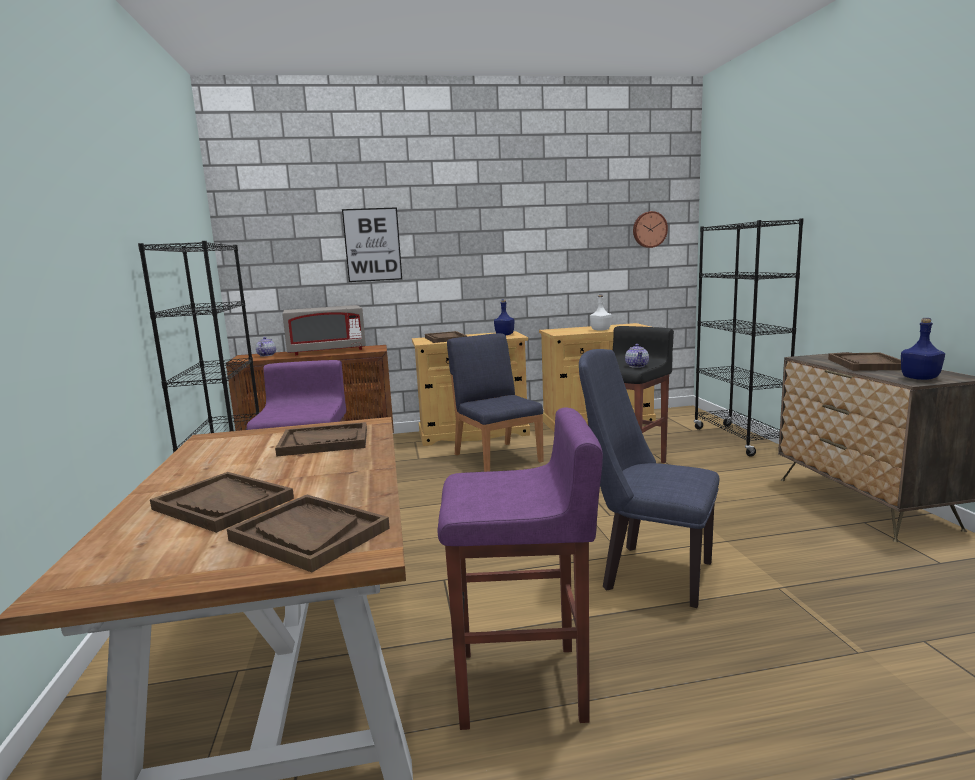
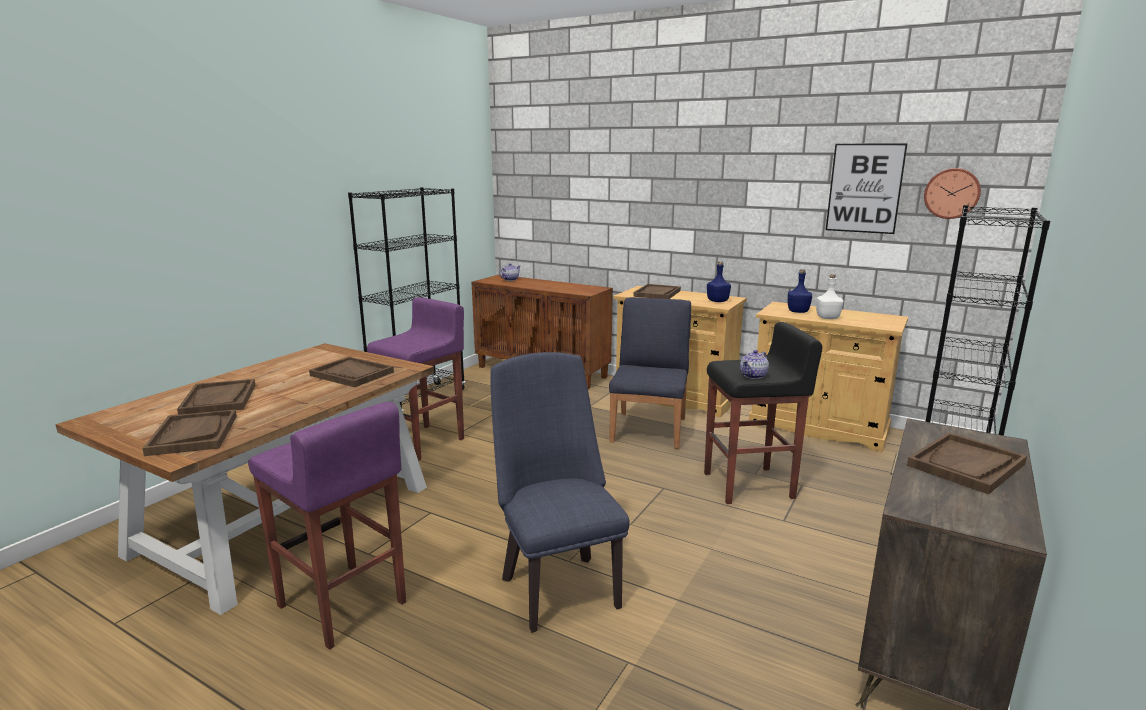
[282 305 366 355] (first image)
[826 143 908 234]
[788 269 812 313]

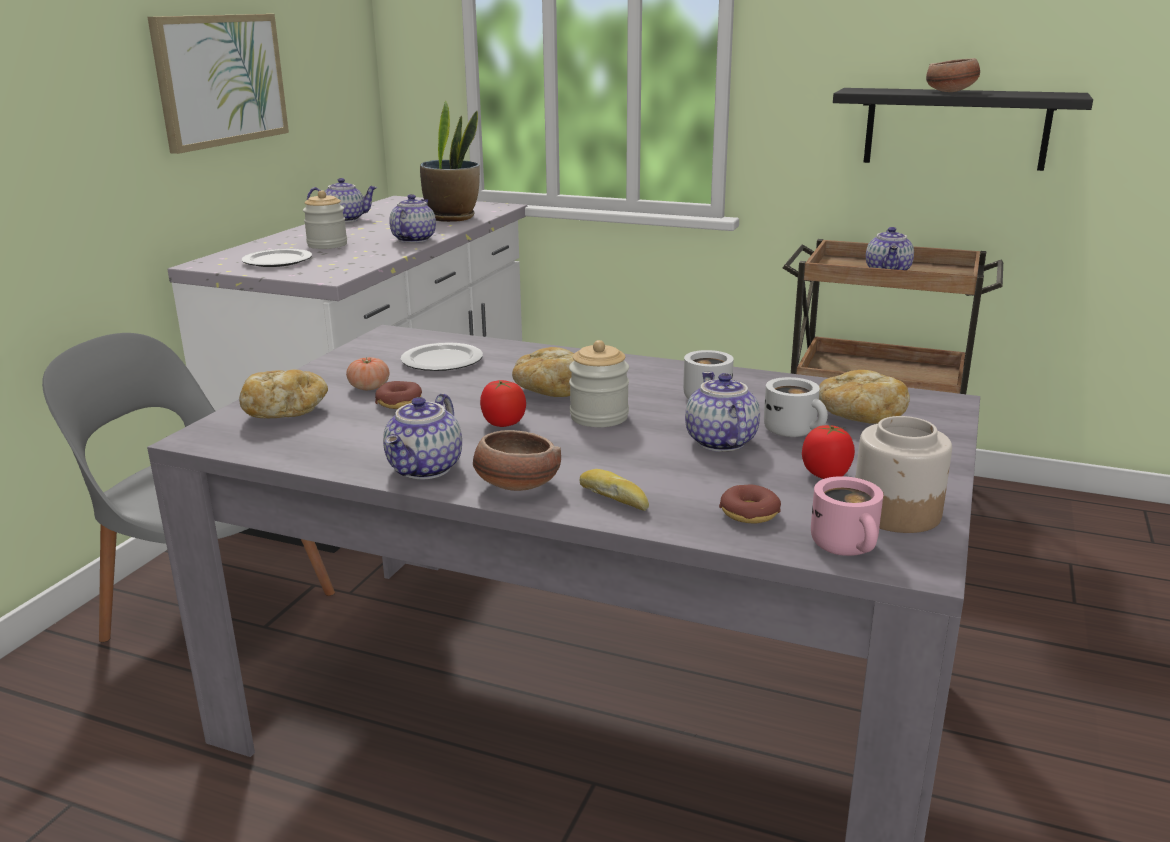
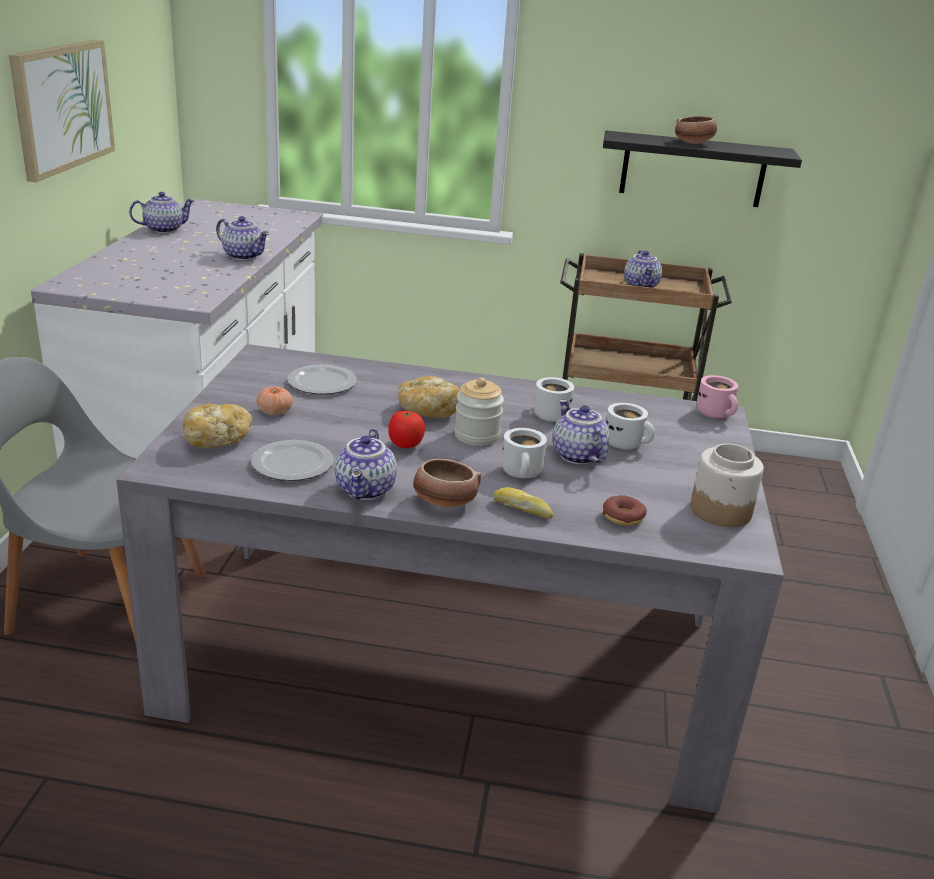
[303 190 347 249] (first image)
[375 381 422 409] (first image)
[420 101 480 222] (first image)
[802 425 855 479] (first image)
[819 370 910 424] (first image)
[502 428 547 478]
[251 440 334 481]
[696 375 738 418]
[216 216 269 260]

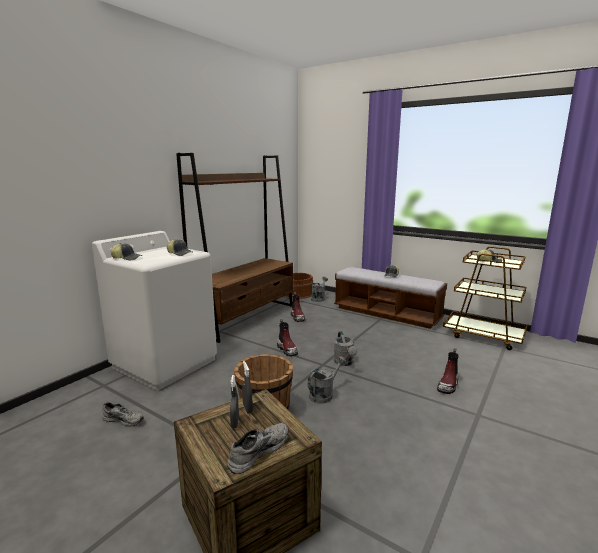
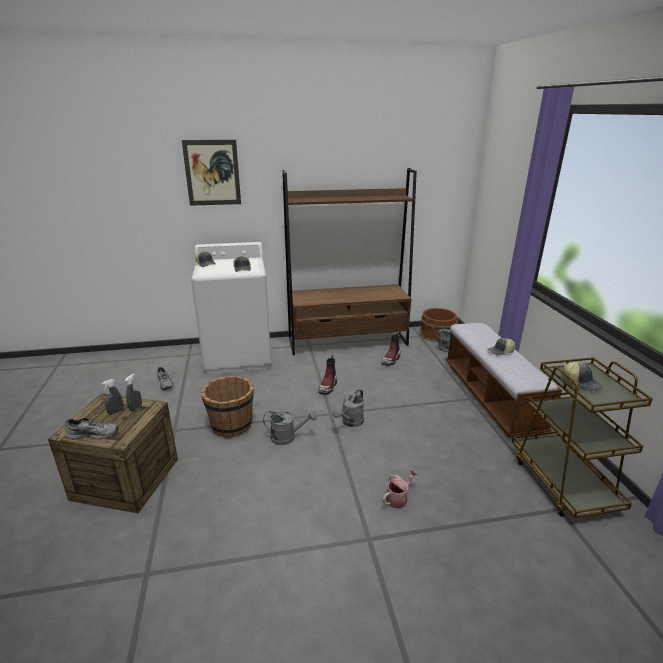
[182 140 241 206]
[383 469 418 509]

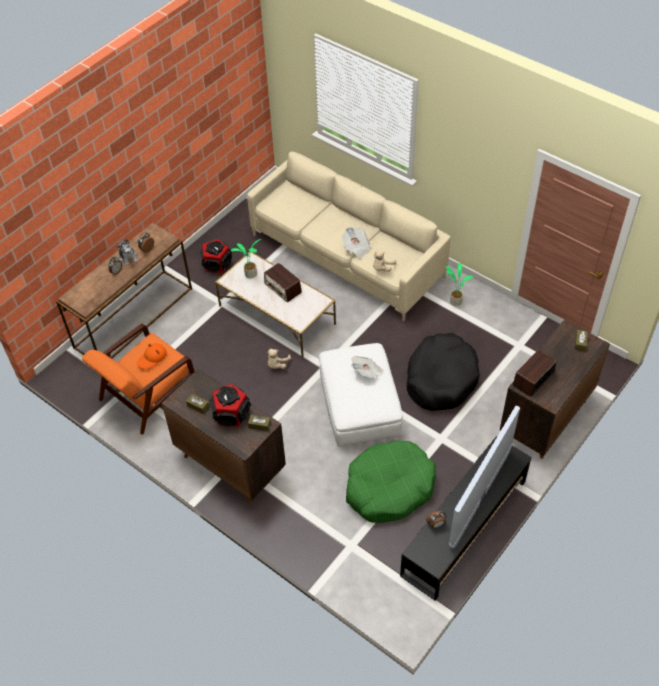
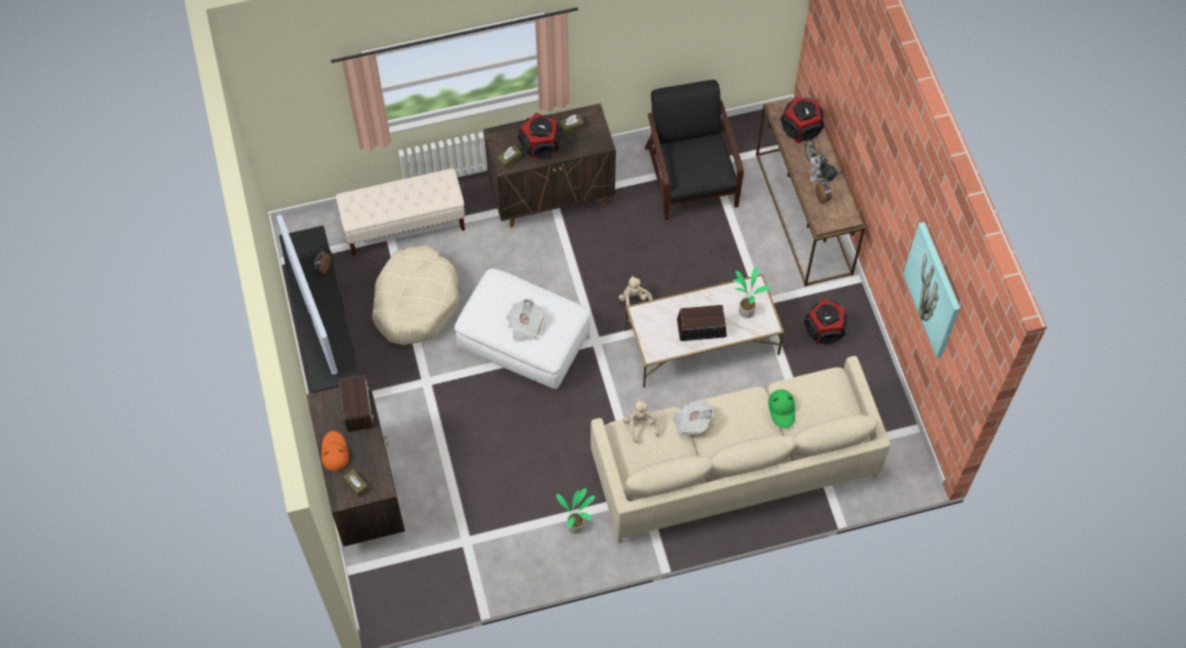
[407 333 480 411] (first image)
[336 168 465 256]
[768 390 795 428]
[780 96 824 143]
[903 222 960 358]
[321 431 349 471]
[645 80 744 220]
[372 245 460 345]

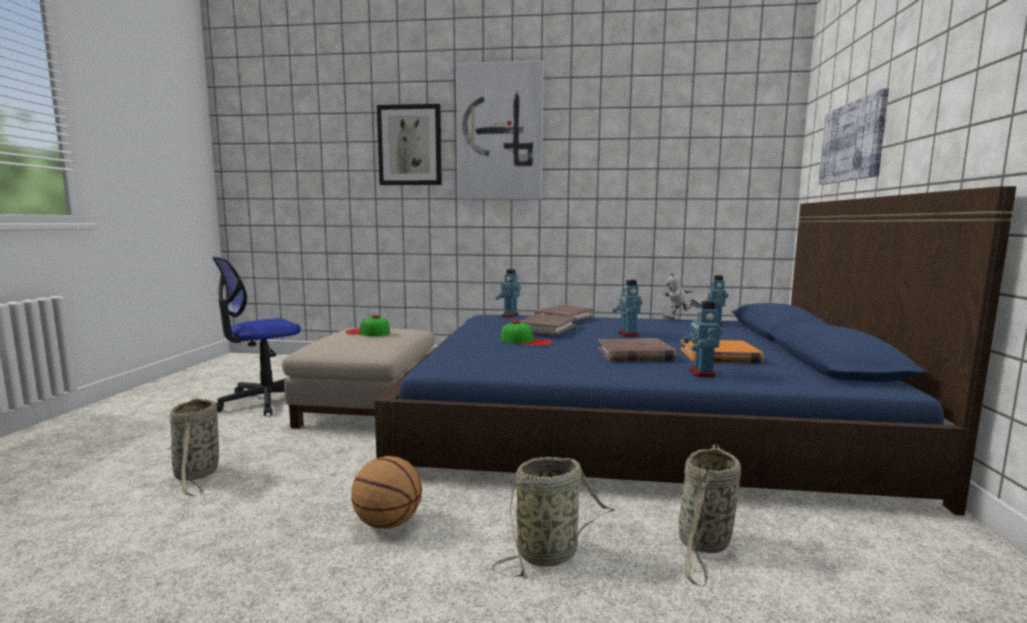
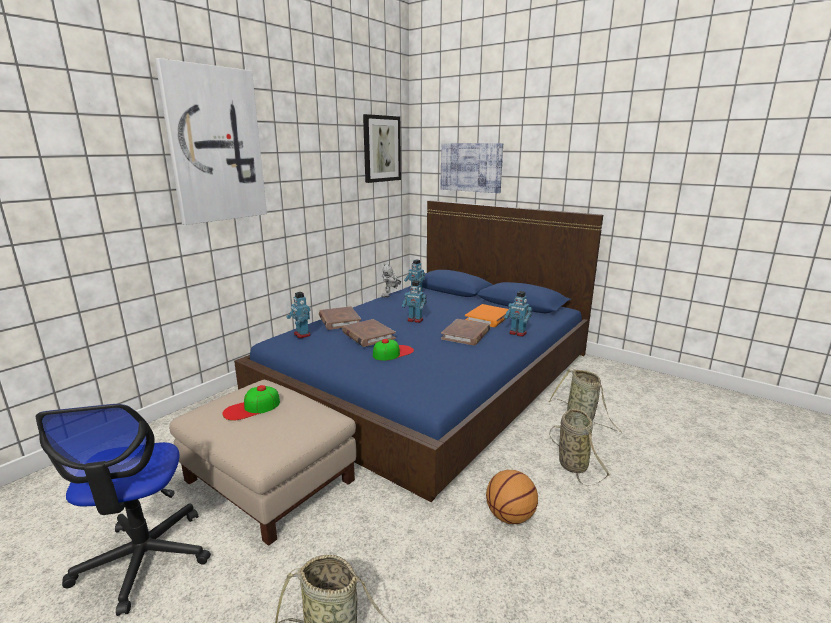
[363 114 401 183]

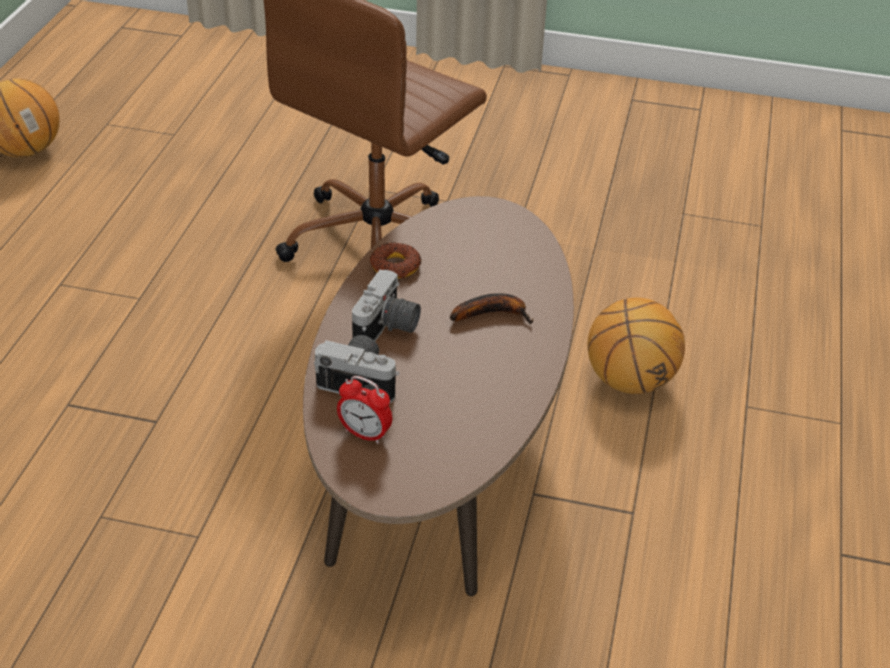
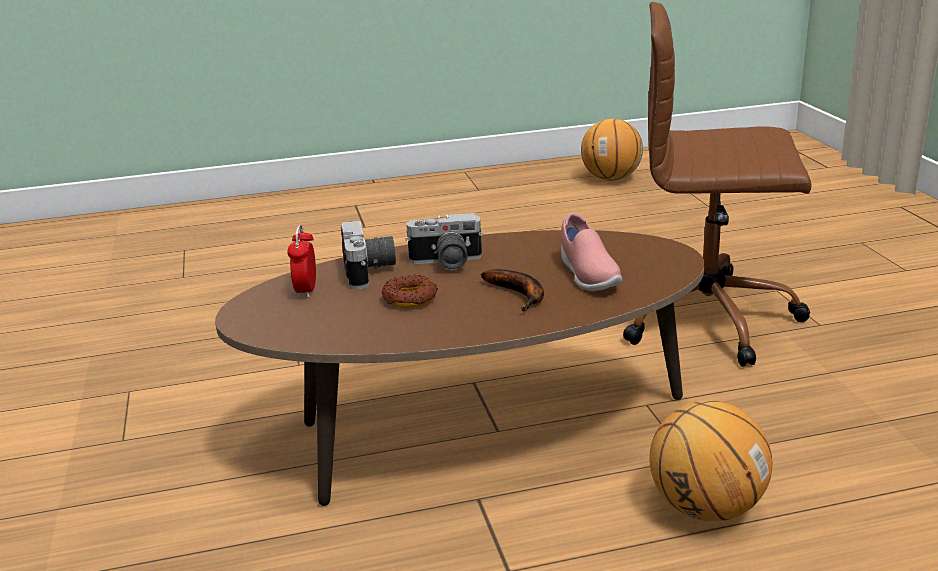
[561 213 622 291]
[381 275 438 308]

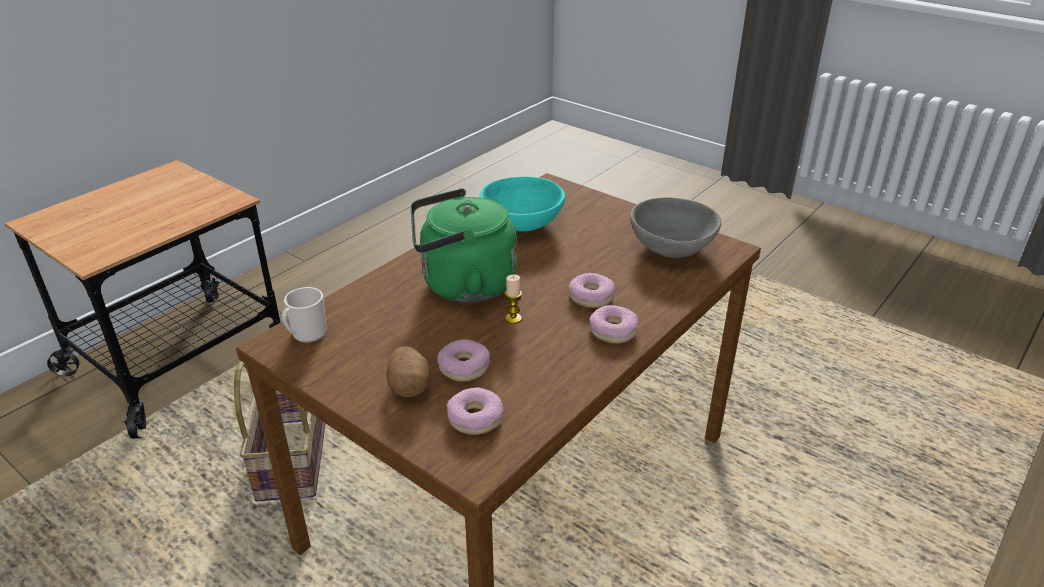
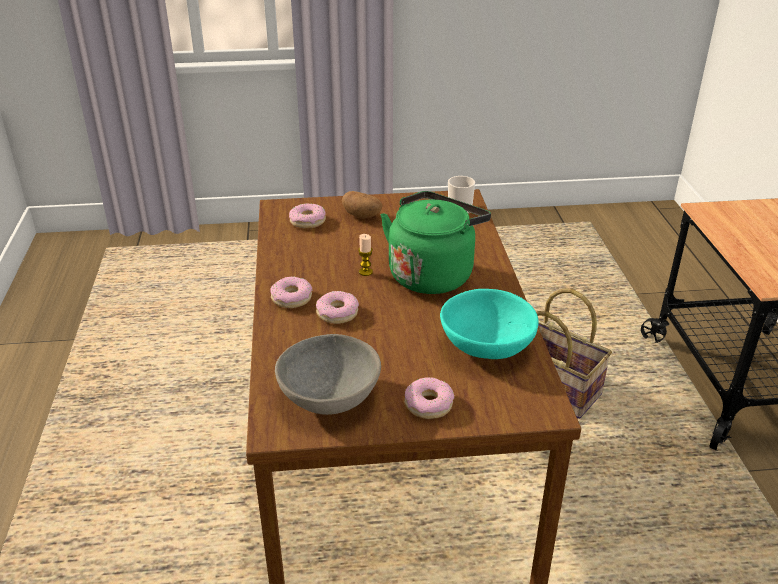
[404 377 454 419]

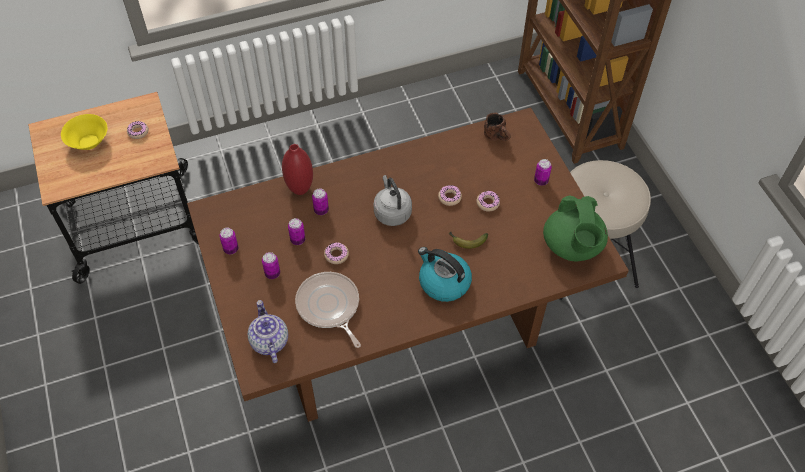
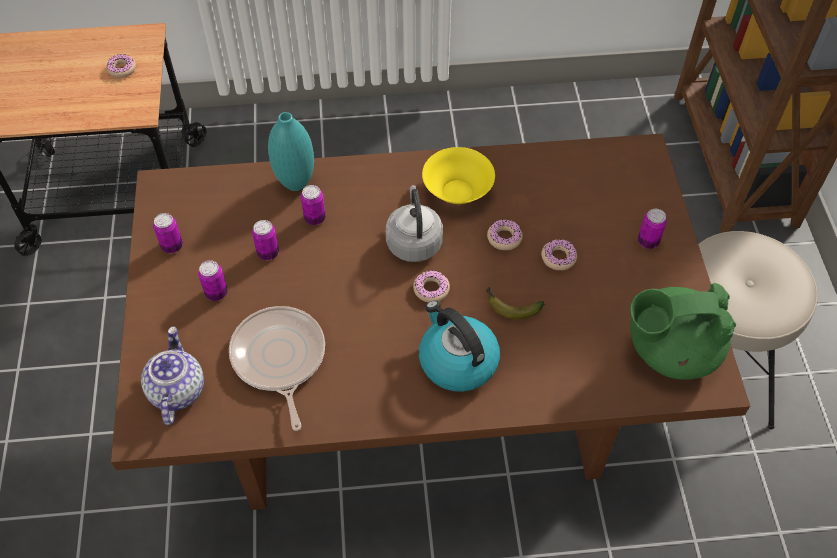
[484 112 511 141] (first image)
[422 147 495 204]
[413 271 450 303]
[268 112 314 191]
[630 283 736 380]

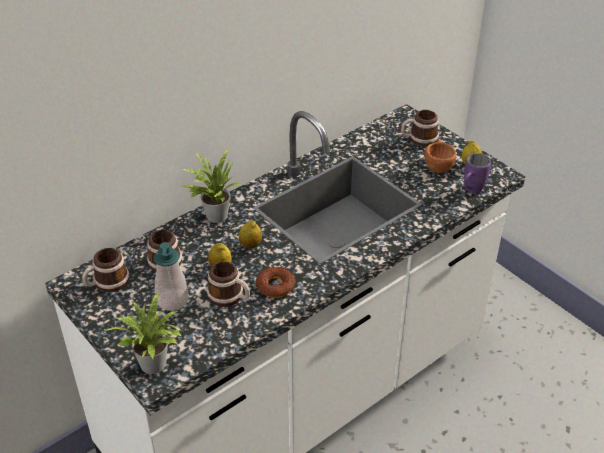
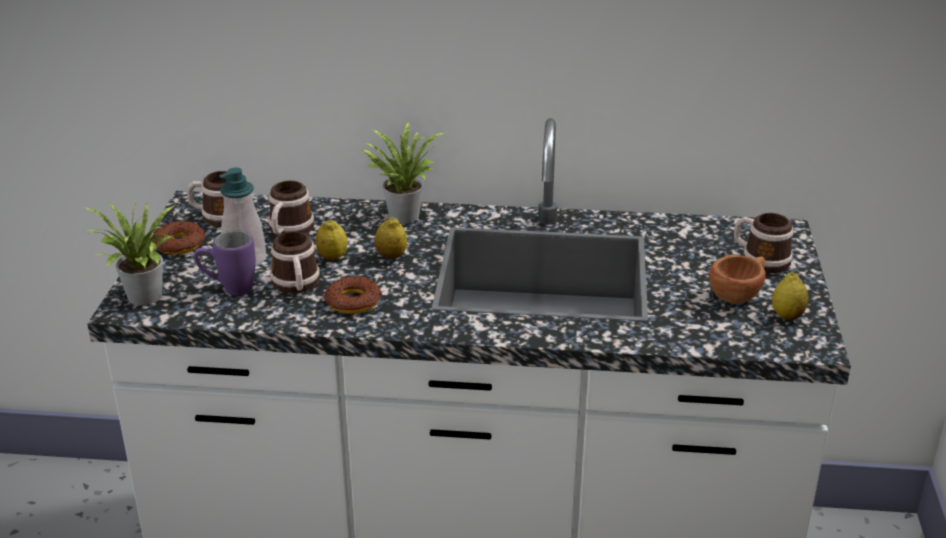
[152 221 205 255]
[194 230 256 295]

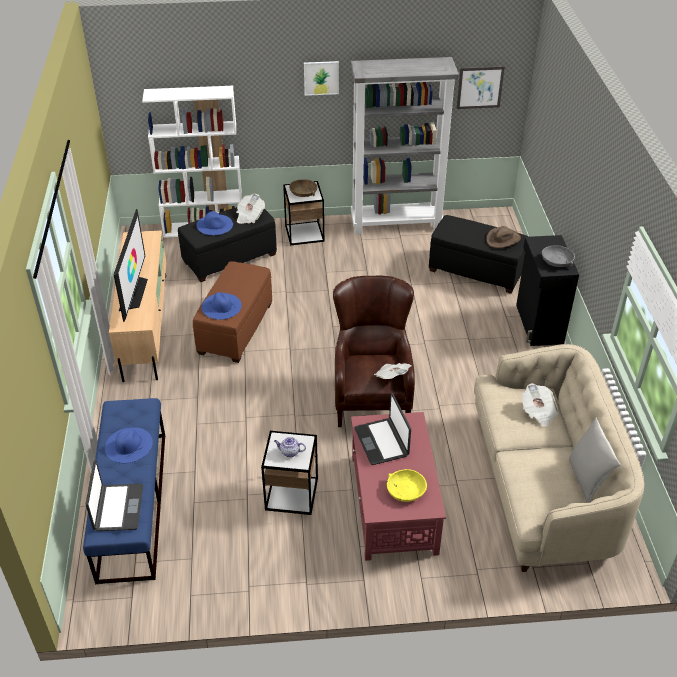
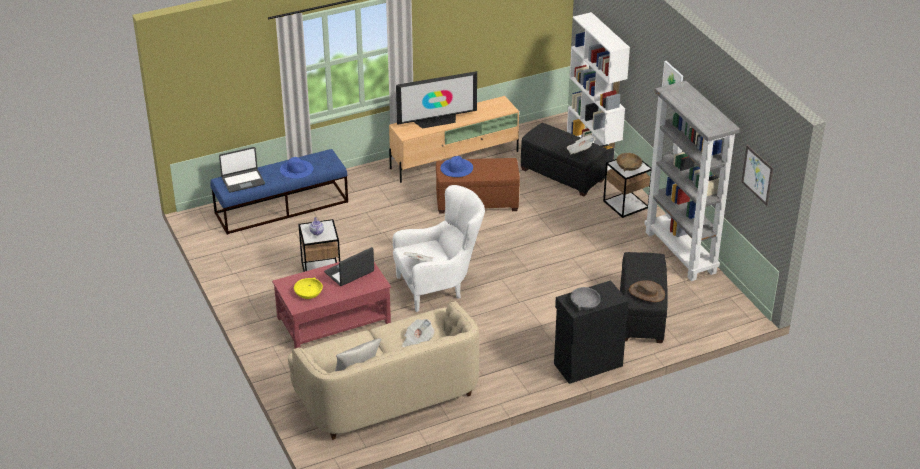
[196 211 233 235] (first image)
[393 185 485 312]

